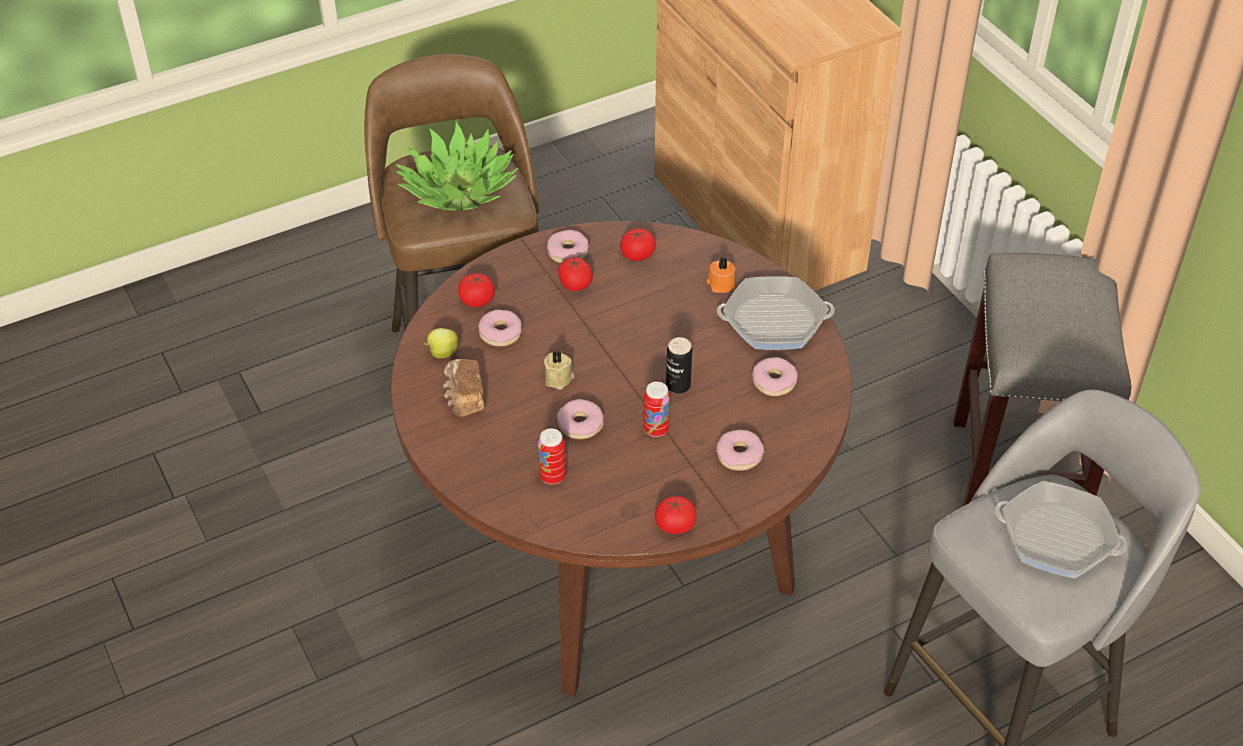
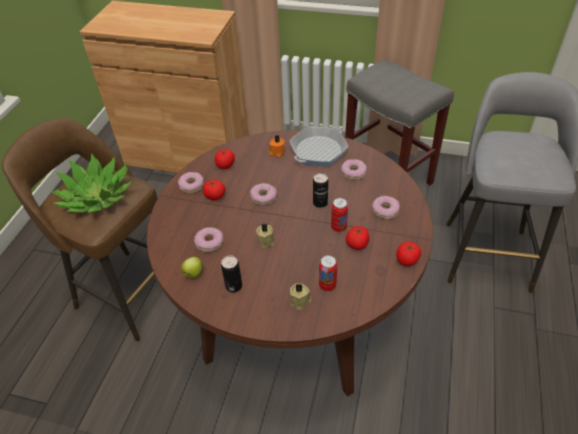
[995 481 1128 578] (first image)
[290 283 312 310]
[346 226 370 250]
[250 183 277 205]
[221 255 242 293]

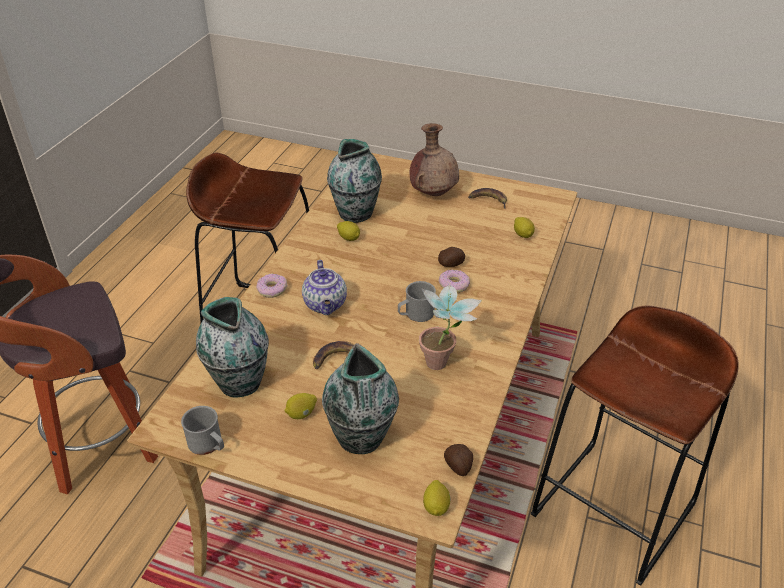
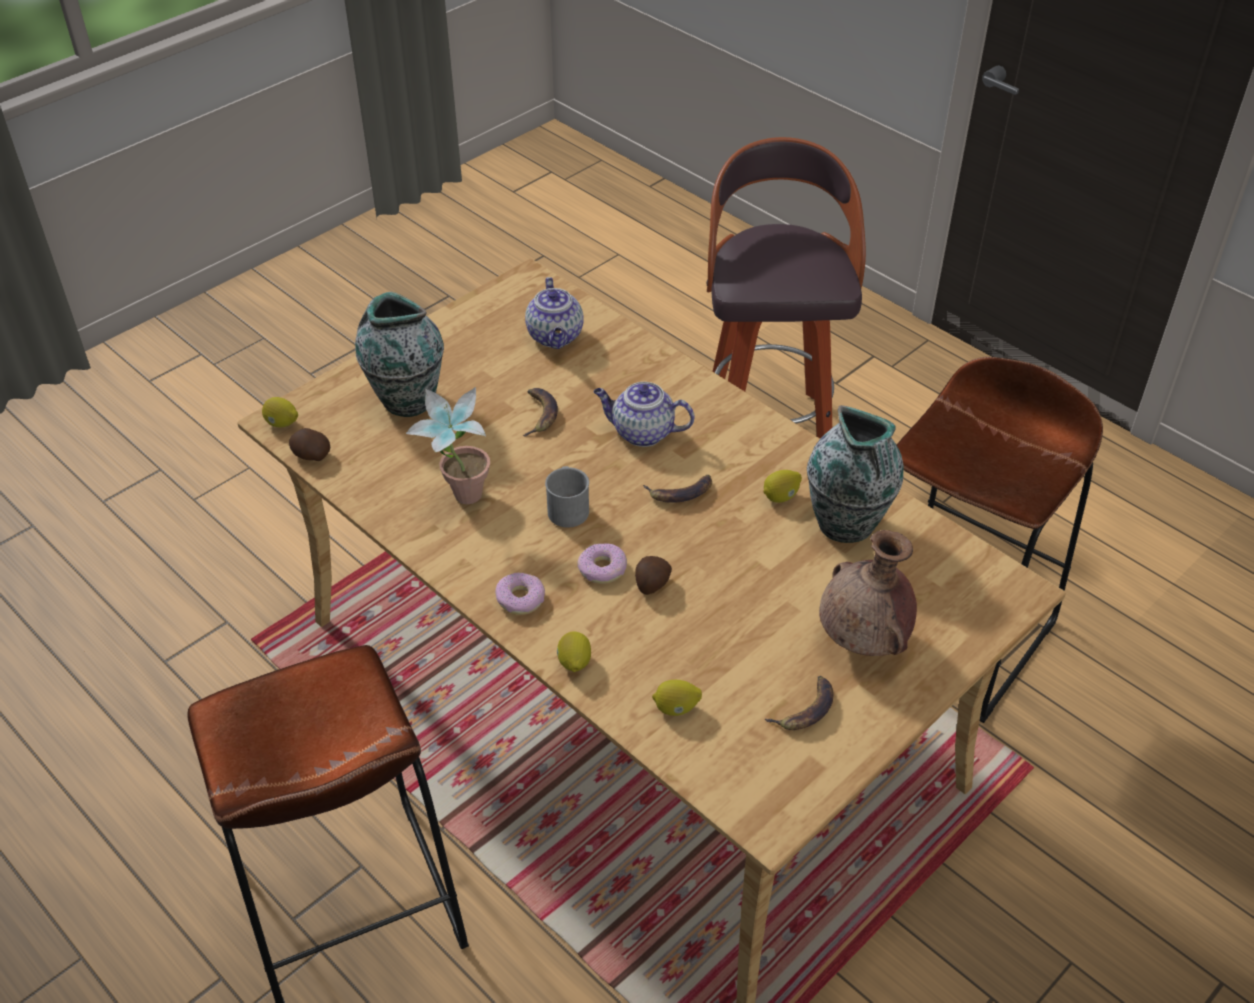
[181 406 224 455] (first image)
[643 475 712 503]
[495 572 545 615]
[557 632 591 672]
[525 277 584 349]

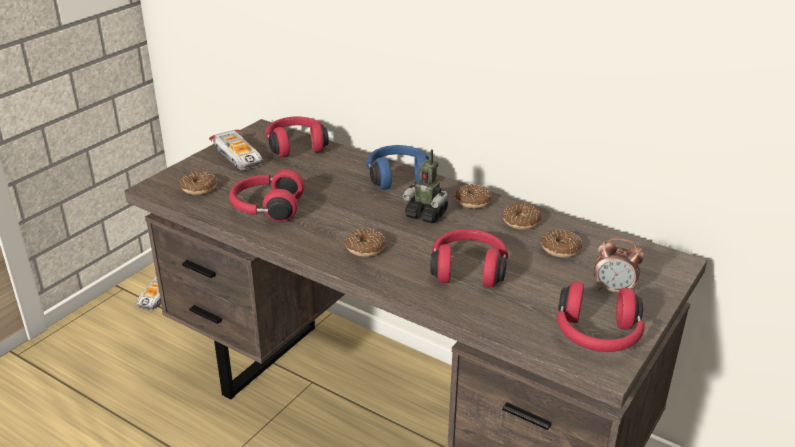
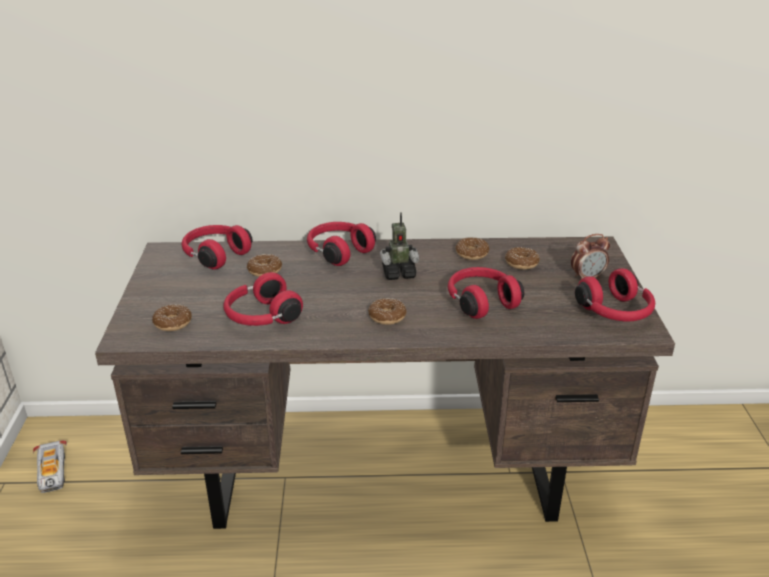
[209 130 263 170] (first image)
[247 254 282 277]
[307 222 376 266]

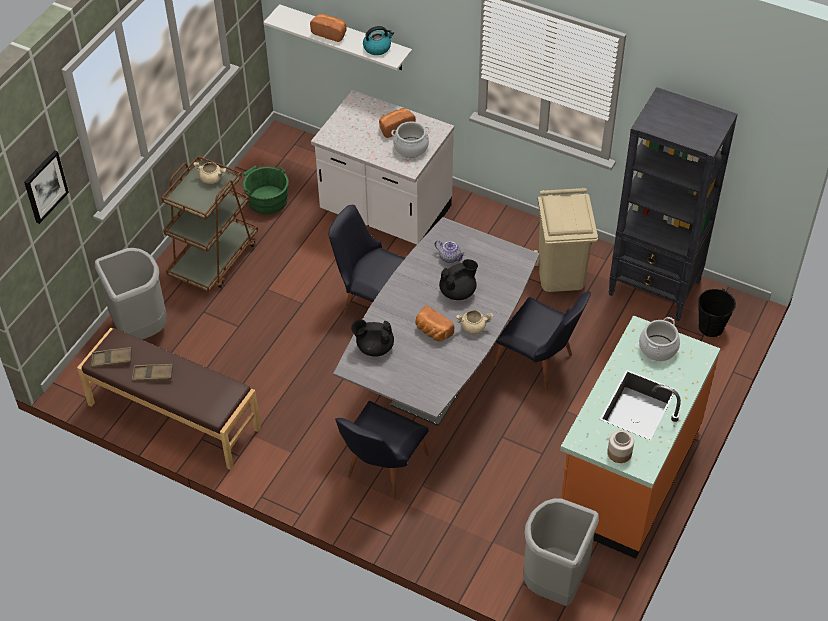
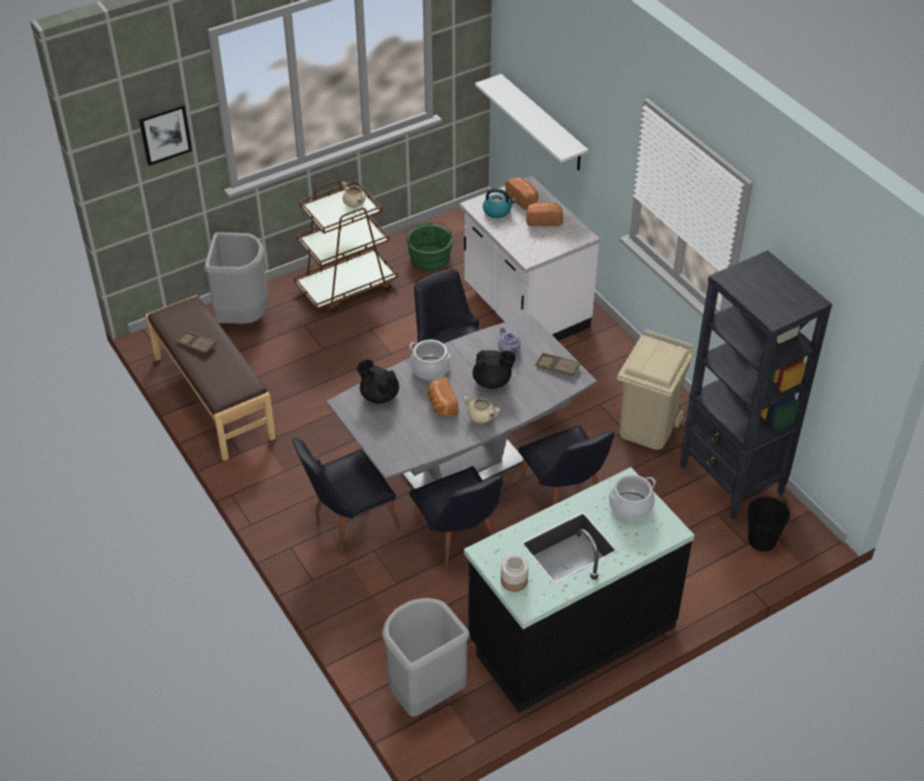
[409 466 503 568]
[535 353 580 376]
[505 177 538 210]
[483 188 516 218]
[409 340 451 380]
[464 467 694 713]

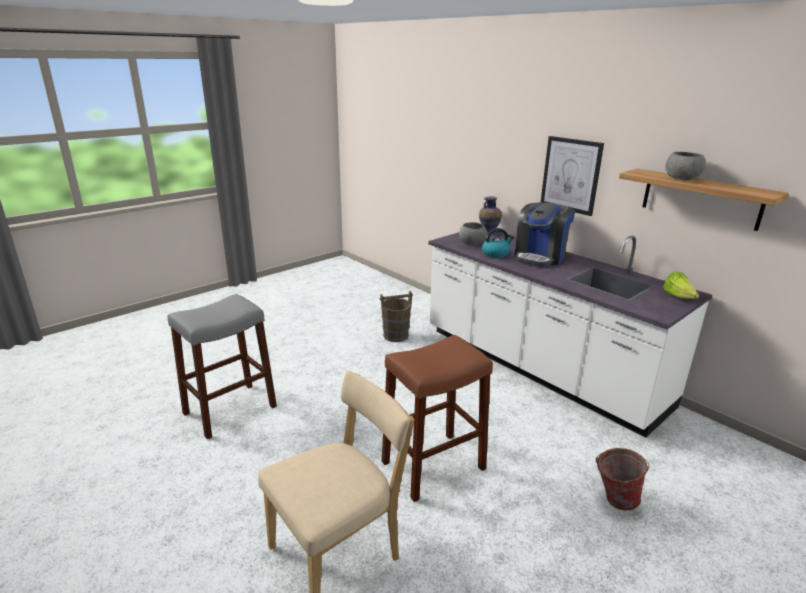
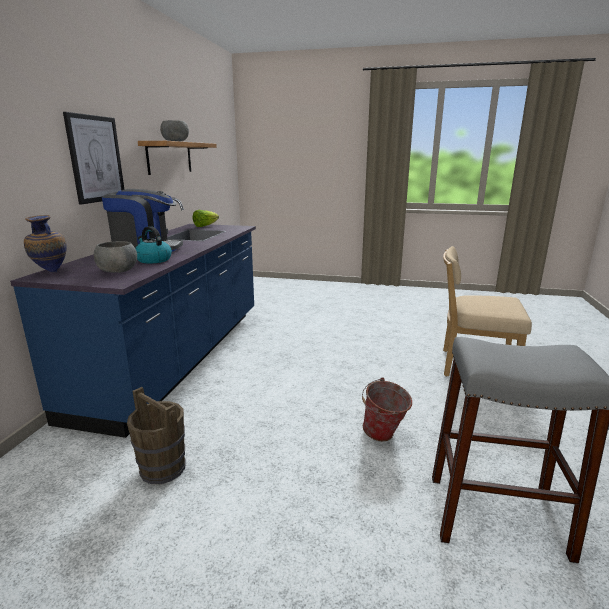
[382 335 493 502] (first image)
[362 377 412 441]
[10 197 256 438]

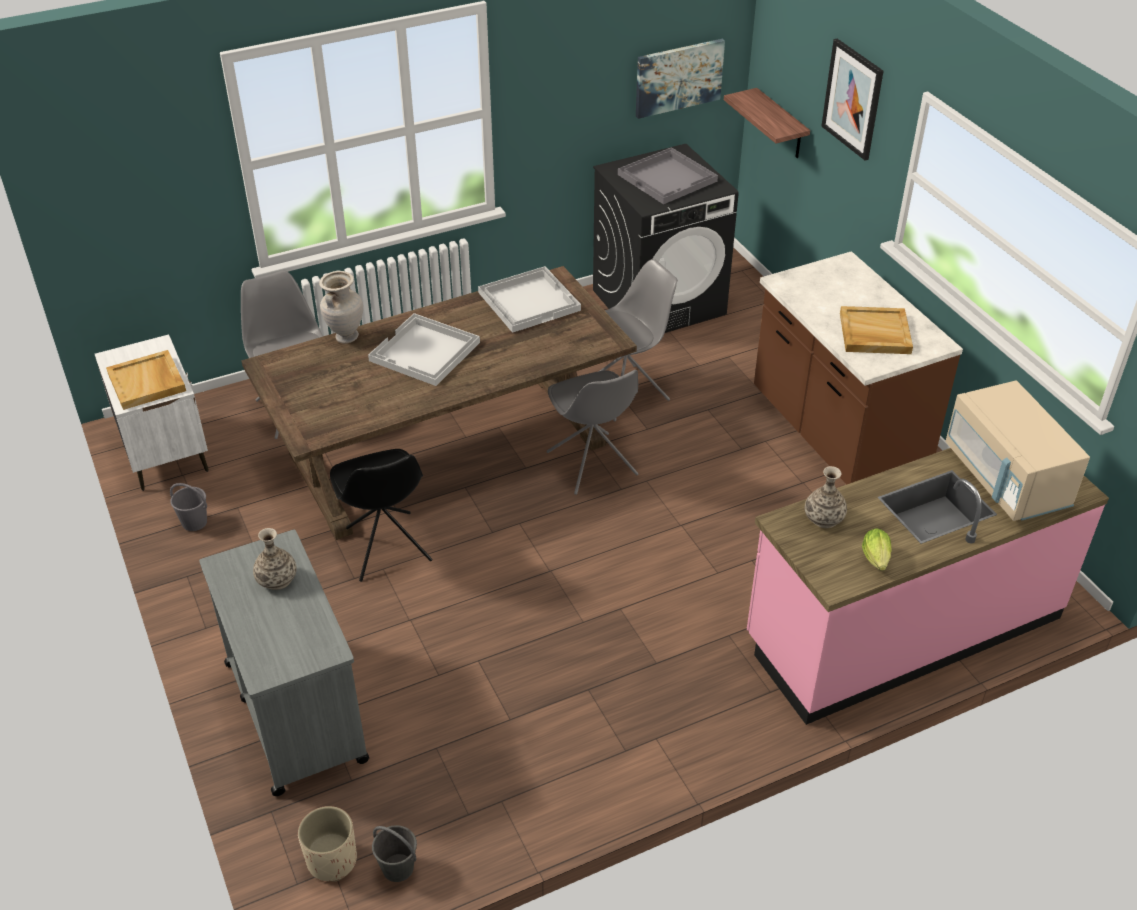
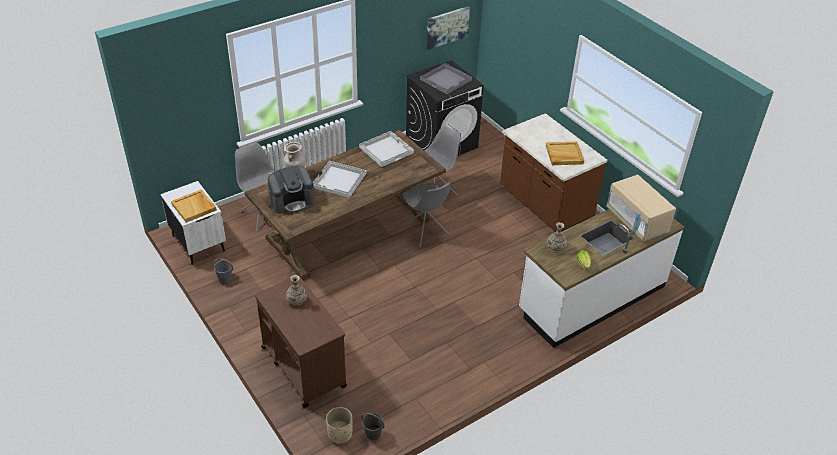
[330 449 432 582] (first image)
[724 88 810 158] (first image)
[821 39 884 161] (first image)
[268 166 315 214]
[255 276 347 408]
[519 209 684 348]

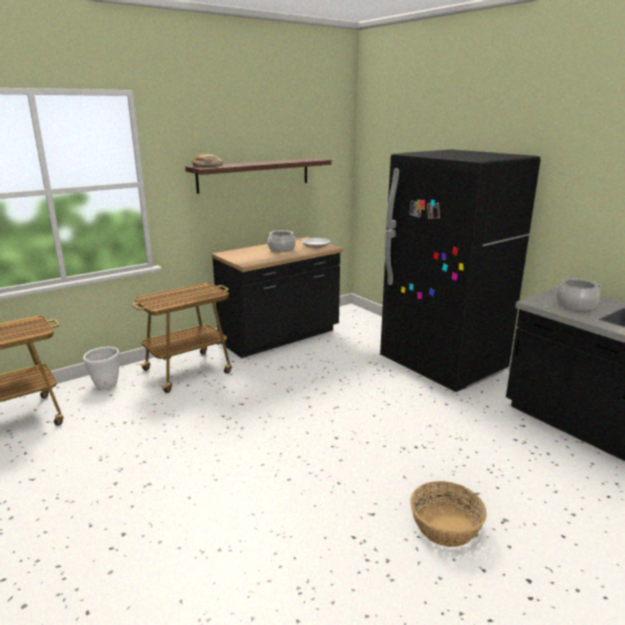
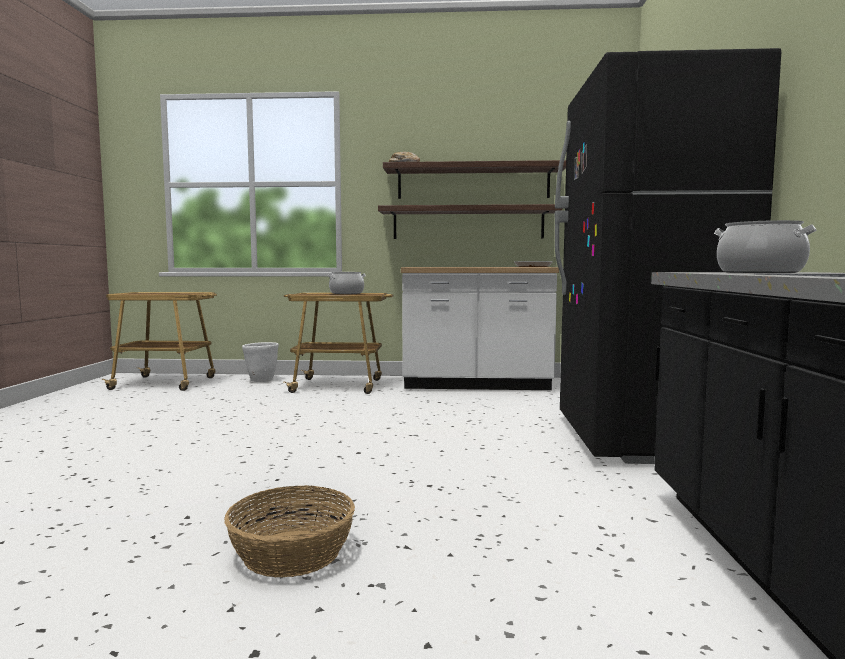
[378 204 562 239]
[327 272 366 294]
[401 267 559 390]

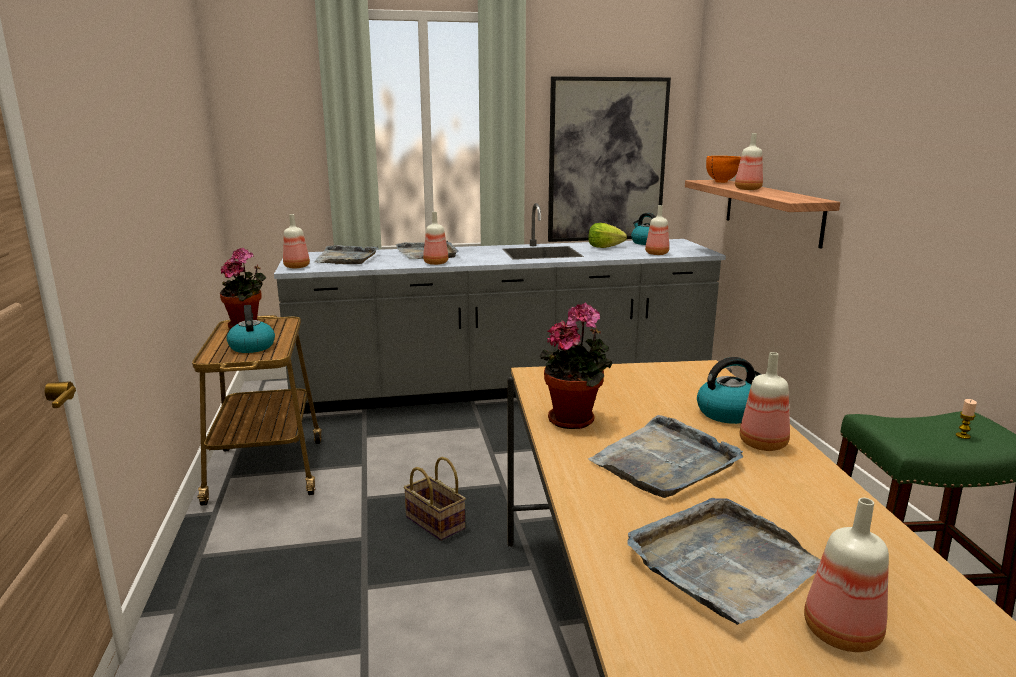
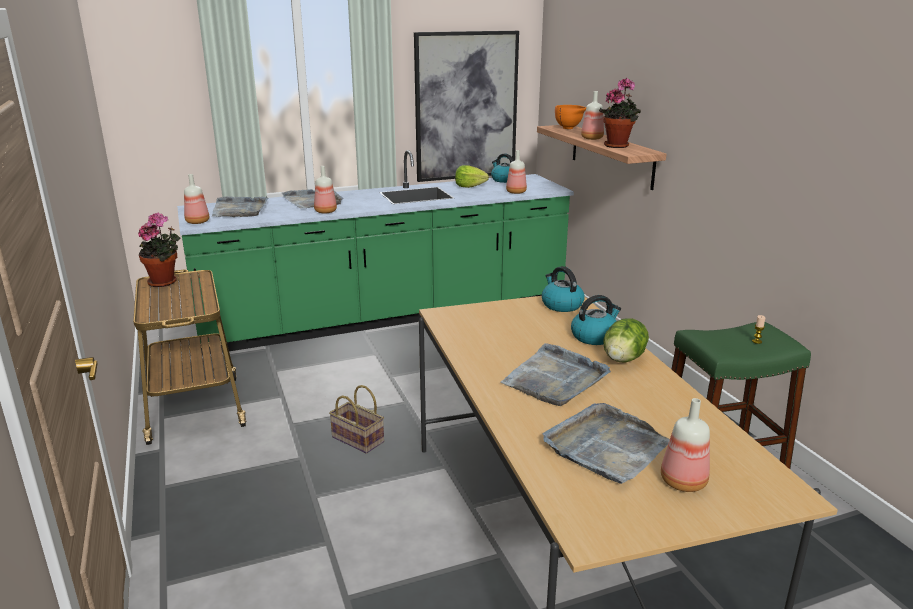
[542 266 585 312]
[599 78 641 148]
[603 318 649 363]
[177 150 574 356]

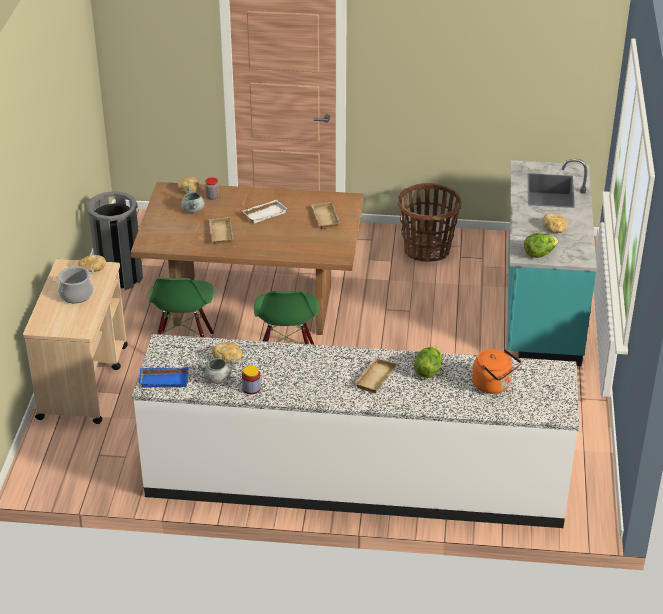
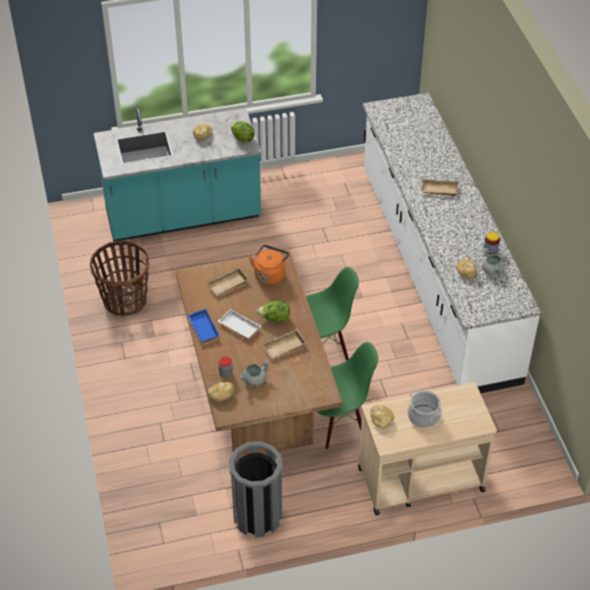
[187 309 220 343]
[257 300 290 322]
[249 245 289 285]

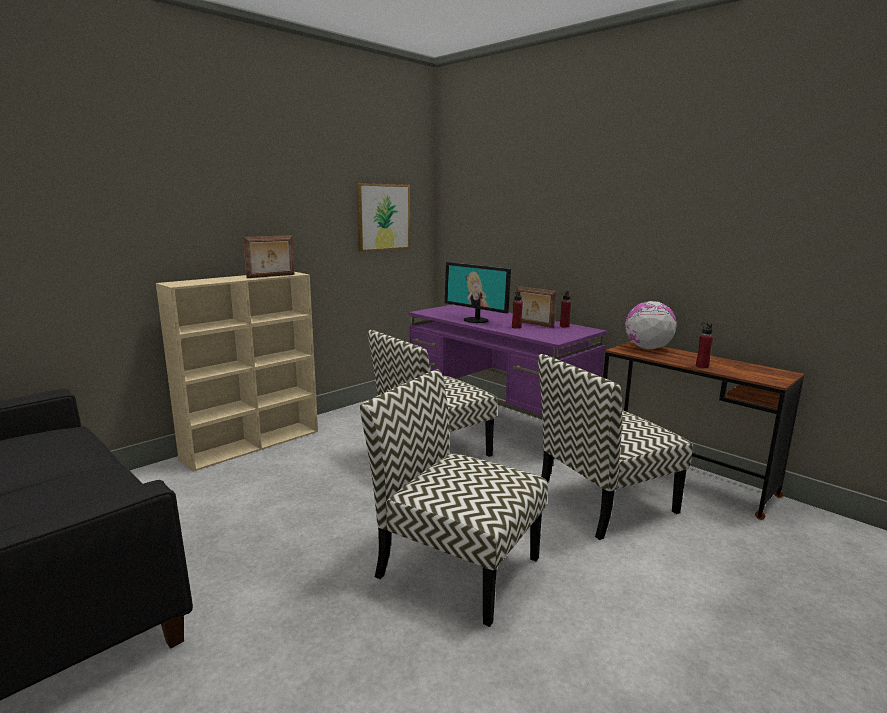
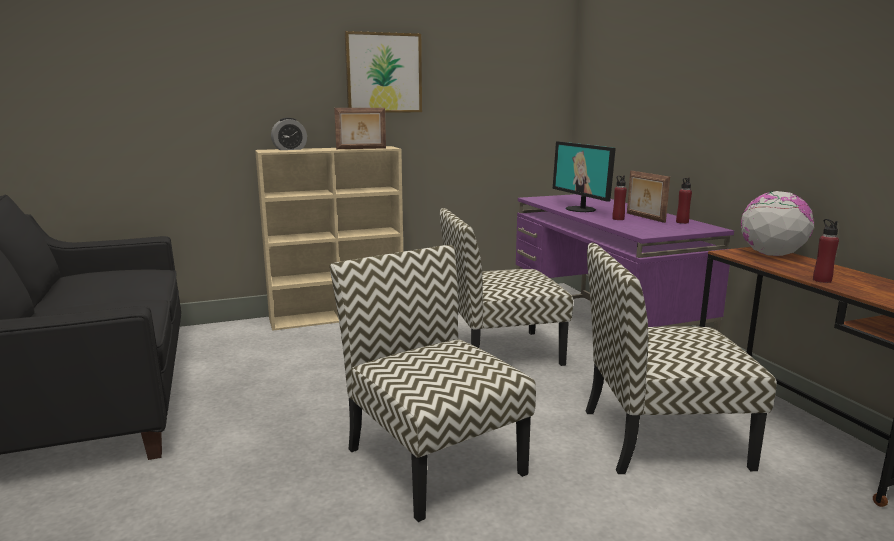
[271 117 307 150]
[345 31 422 113]

